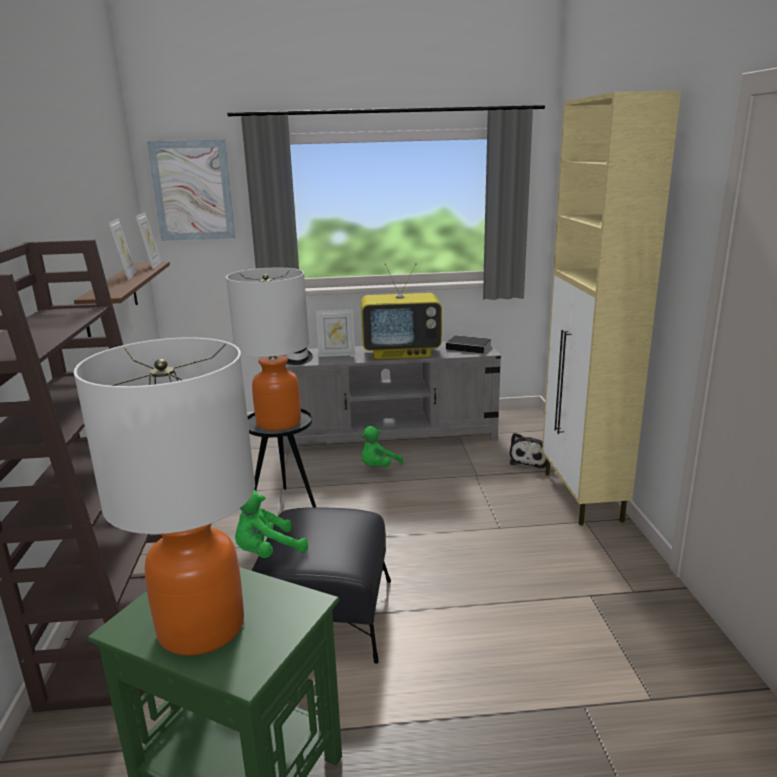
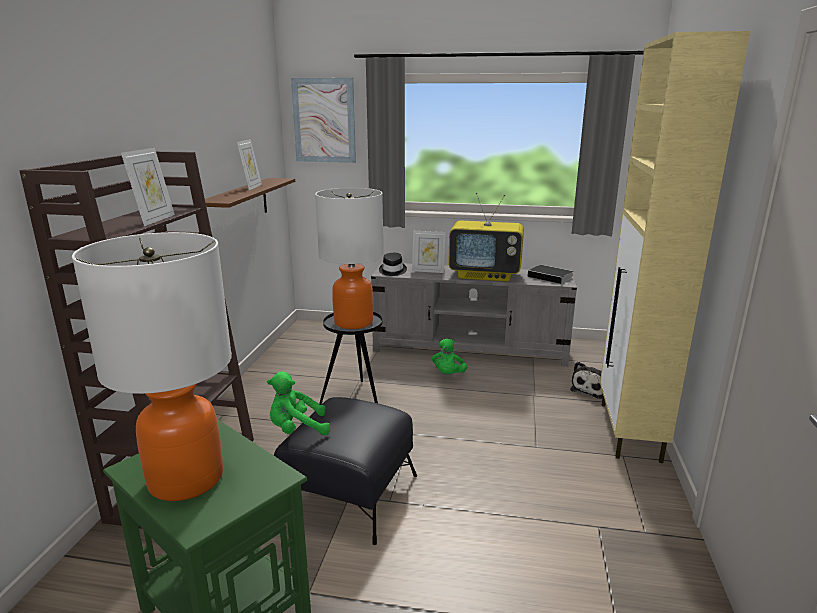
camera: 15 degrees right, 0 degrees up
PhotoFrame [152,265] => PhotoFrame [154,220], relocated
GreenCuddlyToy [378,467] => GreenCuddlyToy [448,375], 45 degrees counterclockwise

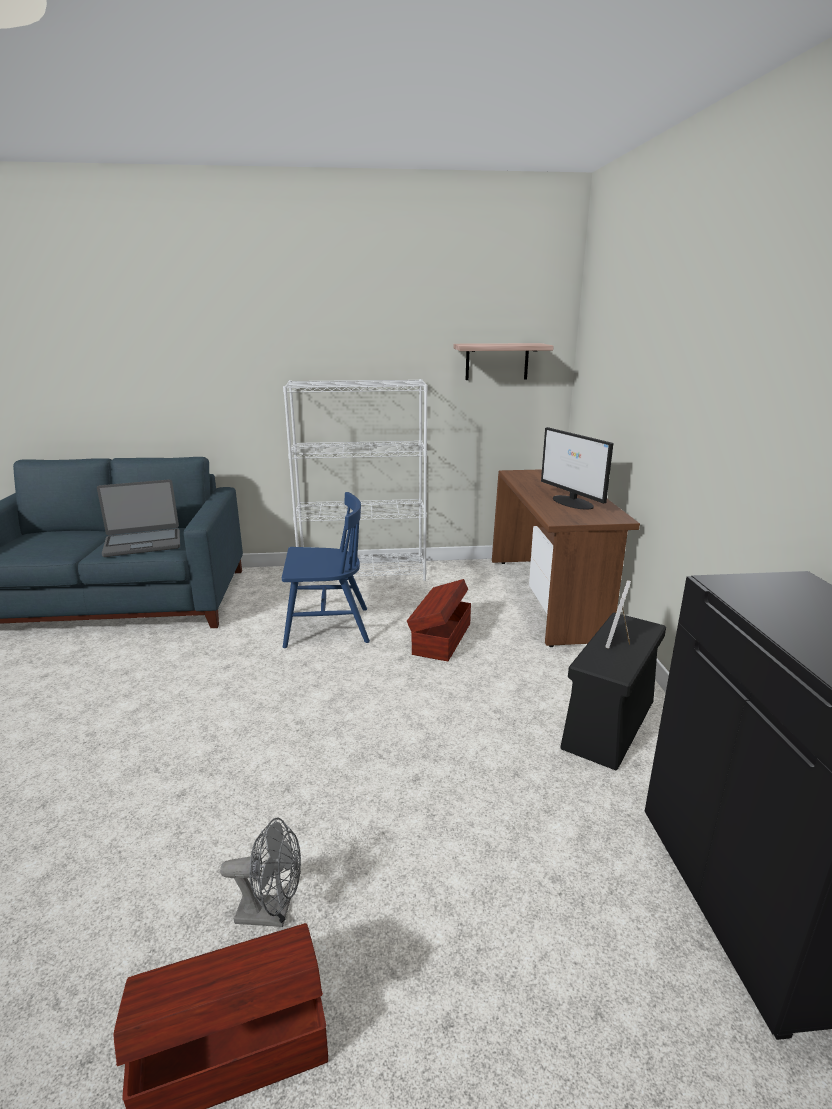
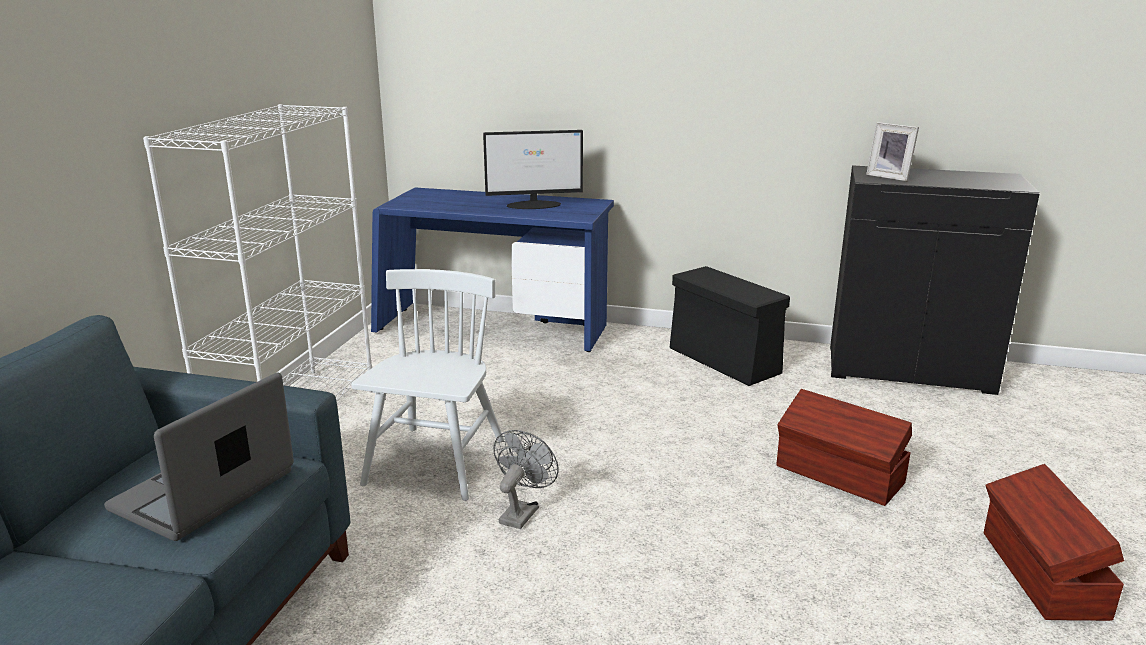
camera: 70 degrees left, 0 degrees up
NotebookComputer [143,543] => NotebookComputer [205,492], 150 degrees counterclockwise
BluishChair [326,627] => WhiteChair [436,463]
BrownColouredDesk [547,598] => BluishDesk [493,329]
GrayCoolingFan [272,913] => GrayCoolingFan [522,512], relocated
BrownColouredStorageBin [440,639] => BrownColouredStorageBin [839,475], relocated
PhotoFrame [619,639] => PhotoFrame [890,177], relocated
WallShelf [497,361] => nothing

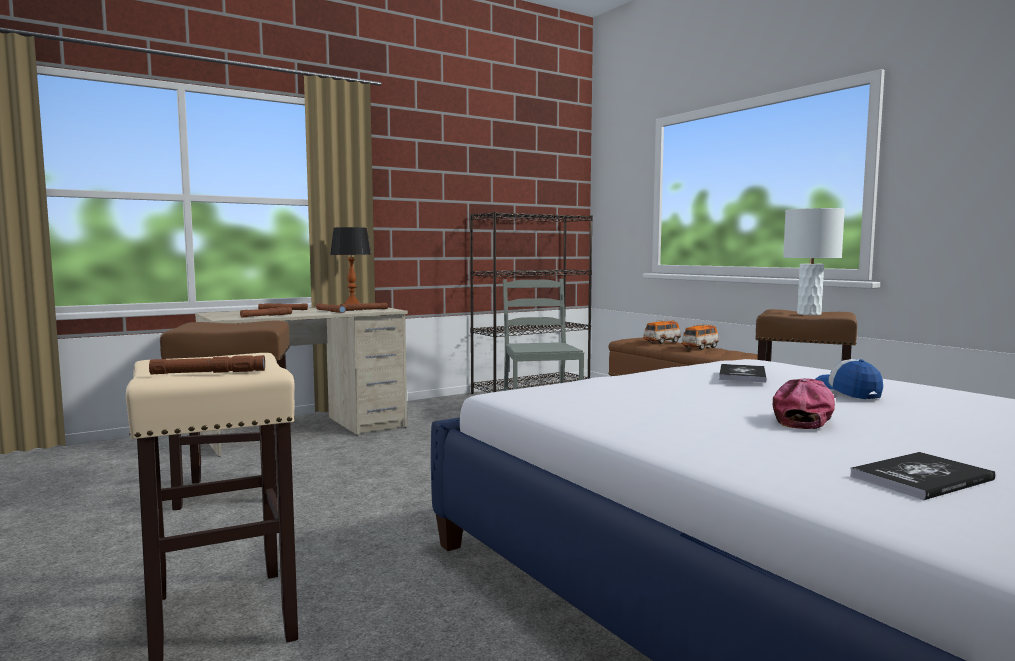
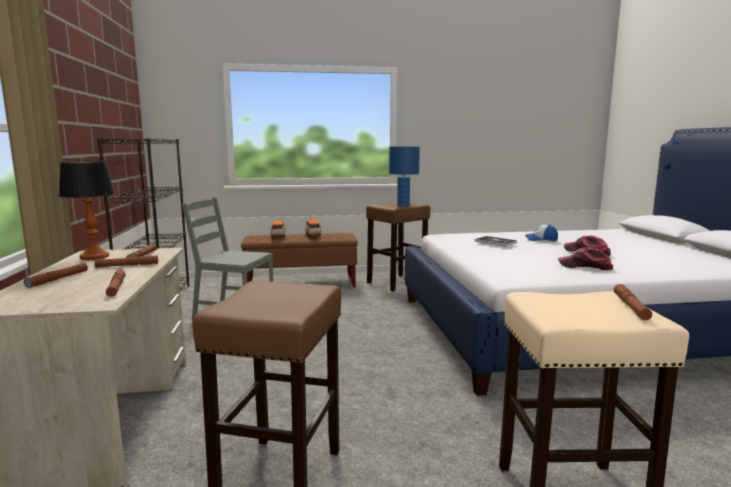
camera: 65 degrees left, 5 degrees up
WhiteTableLamp [809,314] => BluishTableLamp [403,205]
nothing => Cap [585,266]
Volume [921,478] => nothing

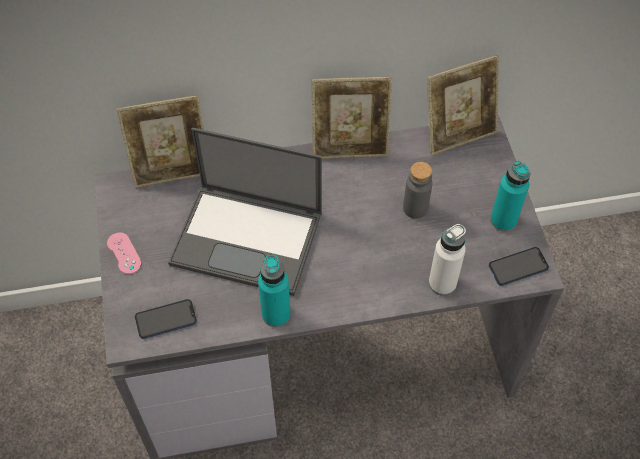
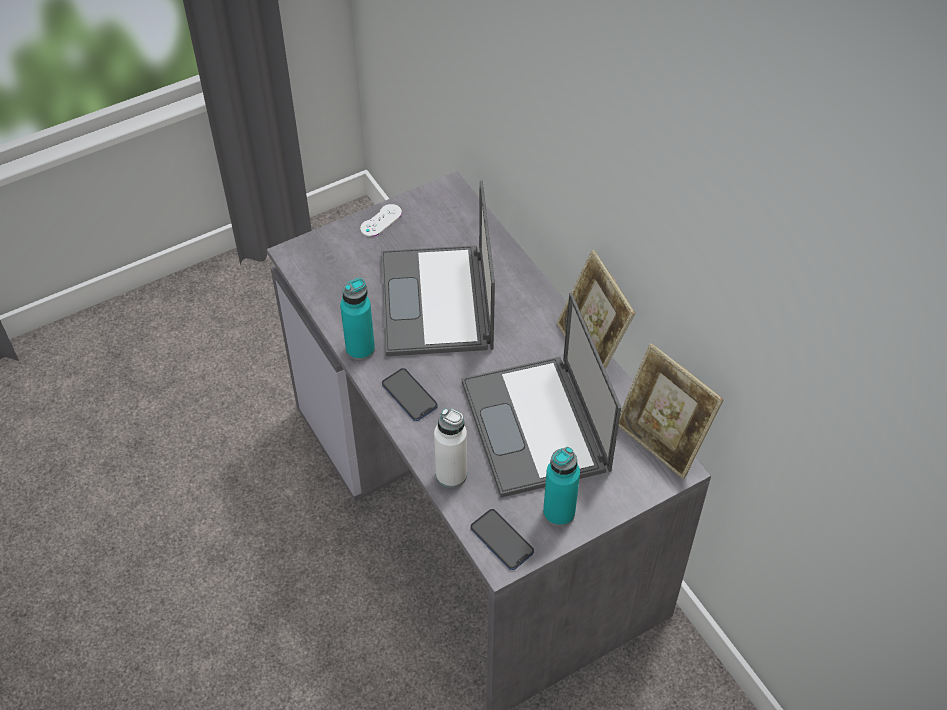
camera: 70 degrees right, 5 degrees down
PinkColouredGamepad [124,253] => WhiteGamepad [381,220]
Telephone [166,320] => Telephone [409,395], relocated
GrayBottle [415,208] => NotebookComputer [536,427]
PhotoFrame [171,169] => nothing

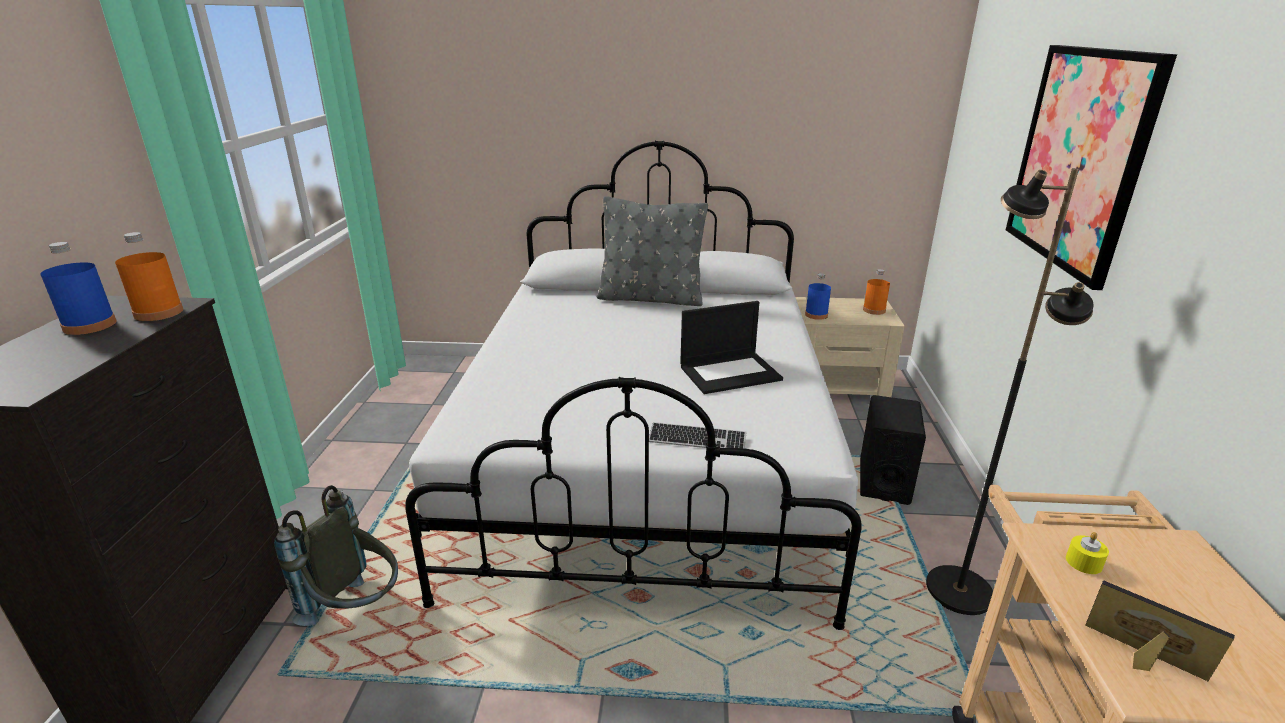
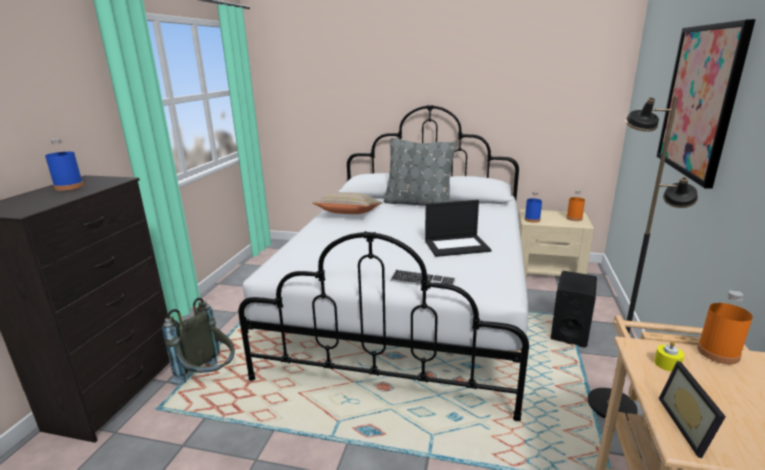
camera: 10 degrees right, 5 degrees down
nothing => BeigeColouredCushion [349,214]
PhotoFrame [1141,661] => PhotoFrame [691,427], 135 degrees counterclockwise
OrangeBottle [159,313] => OrangeBottle [718,353], relocated

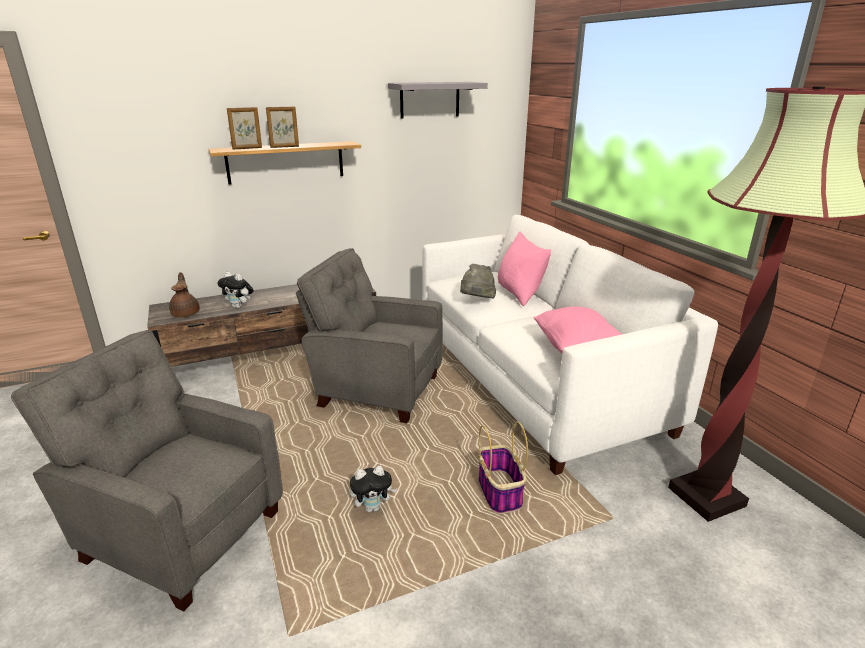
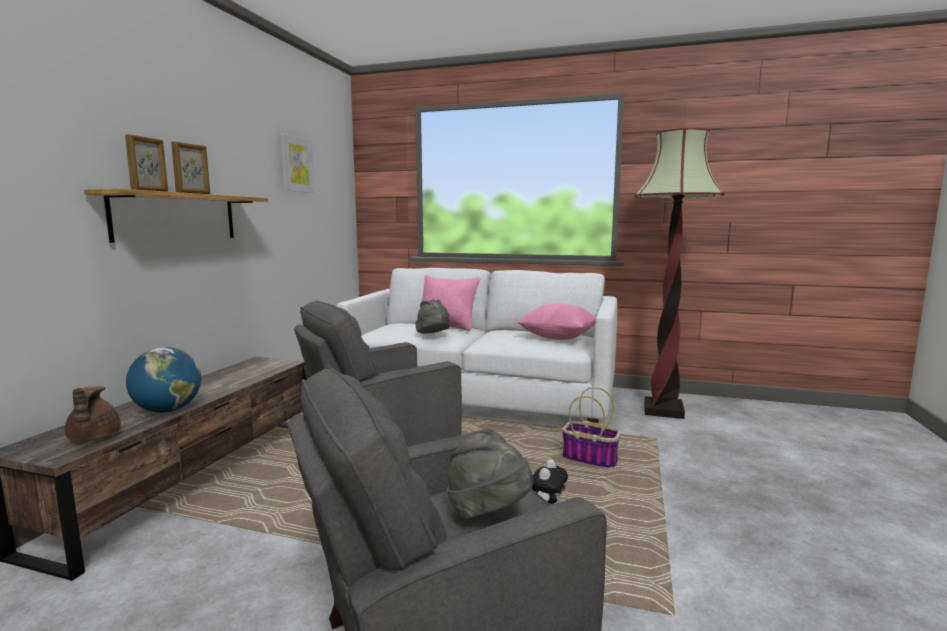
camera: 50 degrees left, 15 degrees down
BrownColouredTeaPot [186,313] => BrownColouredTeaPot [93,438], 135 degrees counterclockwise
CuddlyToy [239,307] => DeskGlobe [168,410]
GrayWallShelf [430,100] => WallArt [296,164]
nothing => GrayWearableHat [488,513]

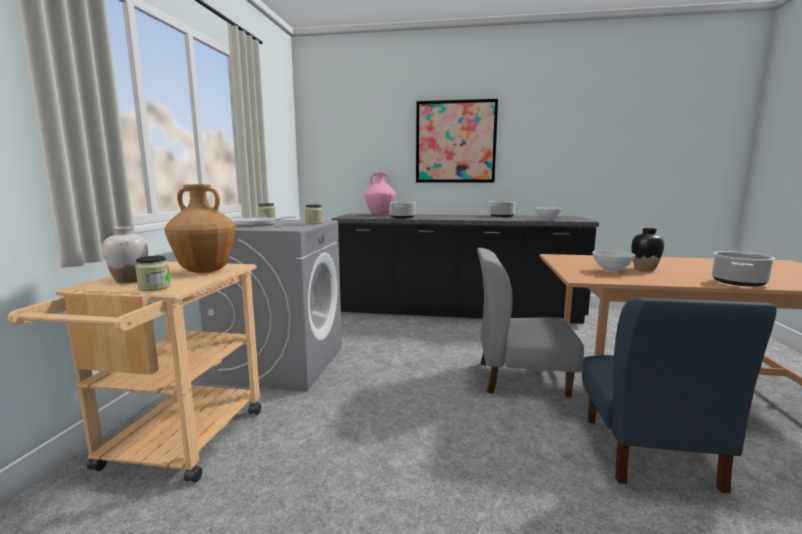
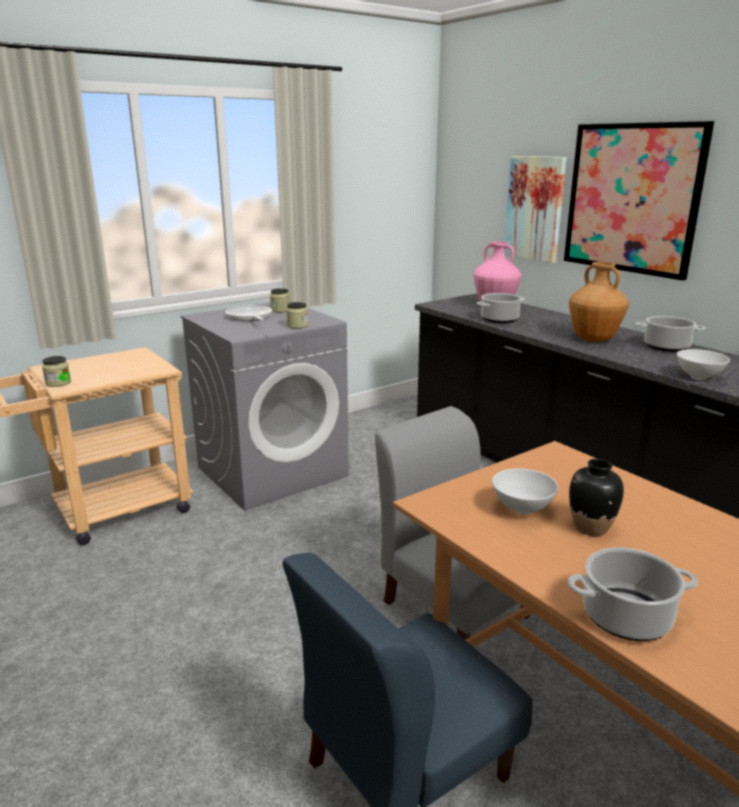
camera: 45 degrees right, 10 degrees up
nothing => WallArt [535,208]
BrownColouredDecorativeVase [205,271] => BrownColouredDecorativeVase [594,340], relocated
WhiteDecorativeVase [130,280] => nothing

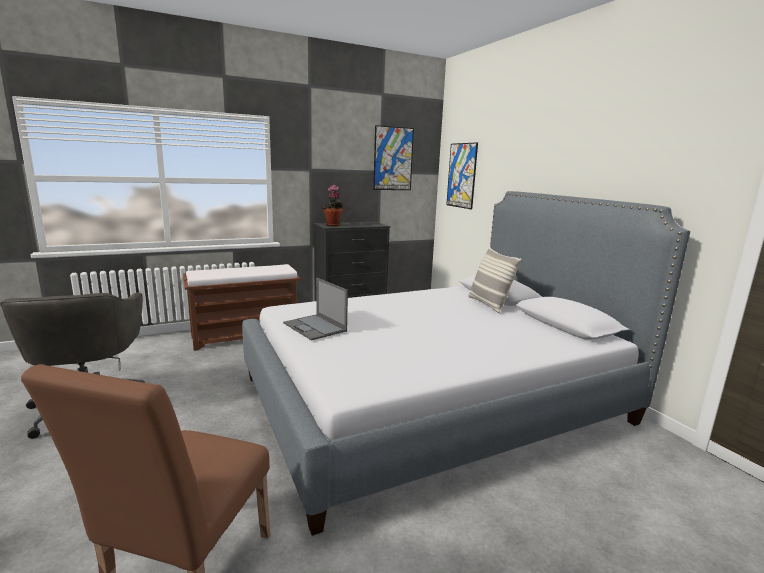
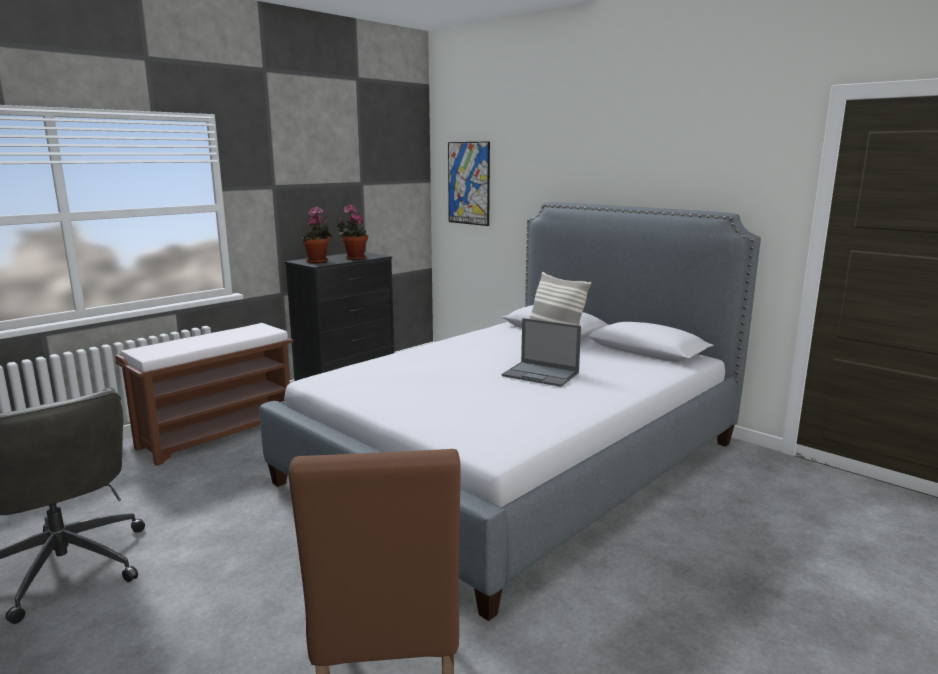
camera: 20 degrees left, 0 degrees up
nothing => Houseplant [354,258]
NotebookComputer [315,327] => NotebookComputer [541,374], relocated
WallArt [393,159] => nothing

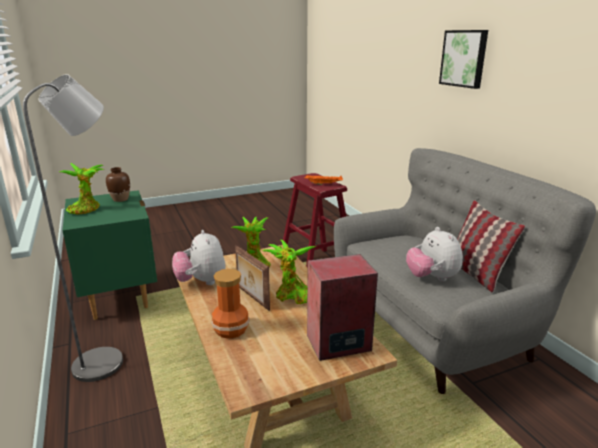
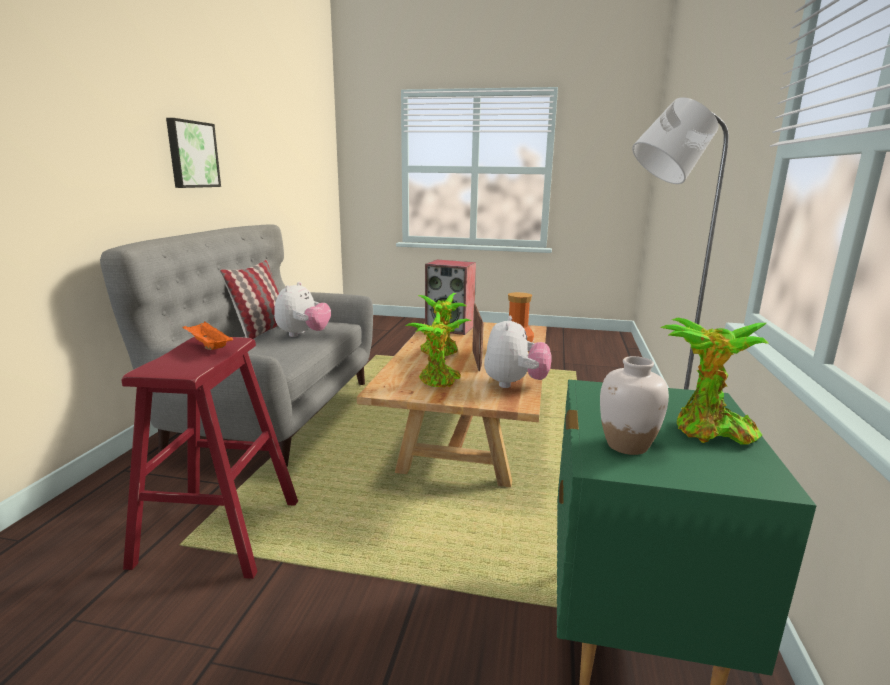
camera: 145 degrees left, 5 degrees down
WallArt [464,58] => WallArt [192,154], relocated
BrownColouredDecorativeVase [120,199] => WhiteDecorativeVase [627,445]

